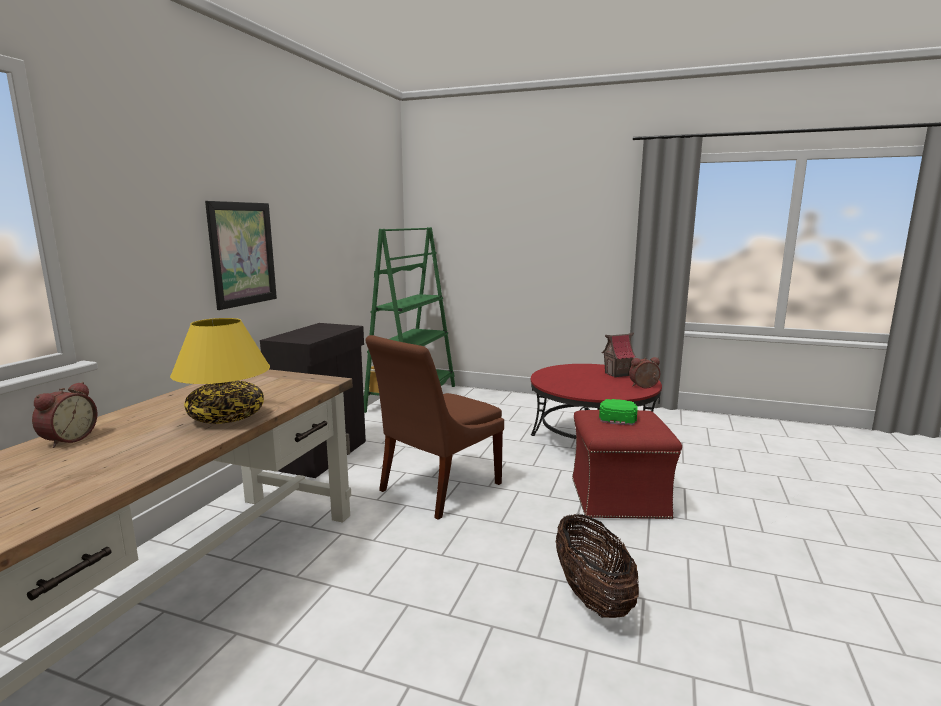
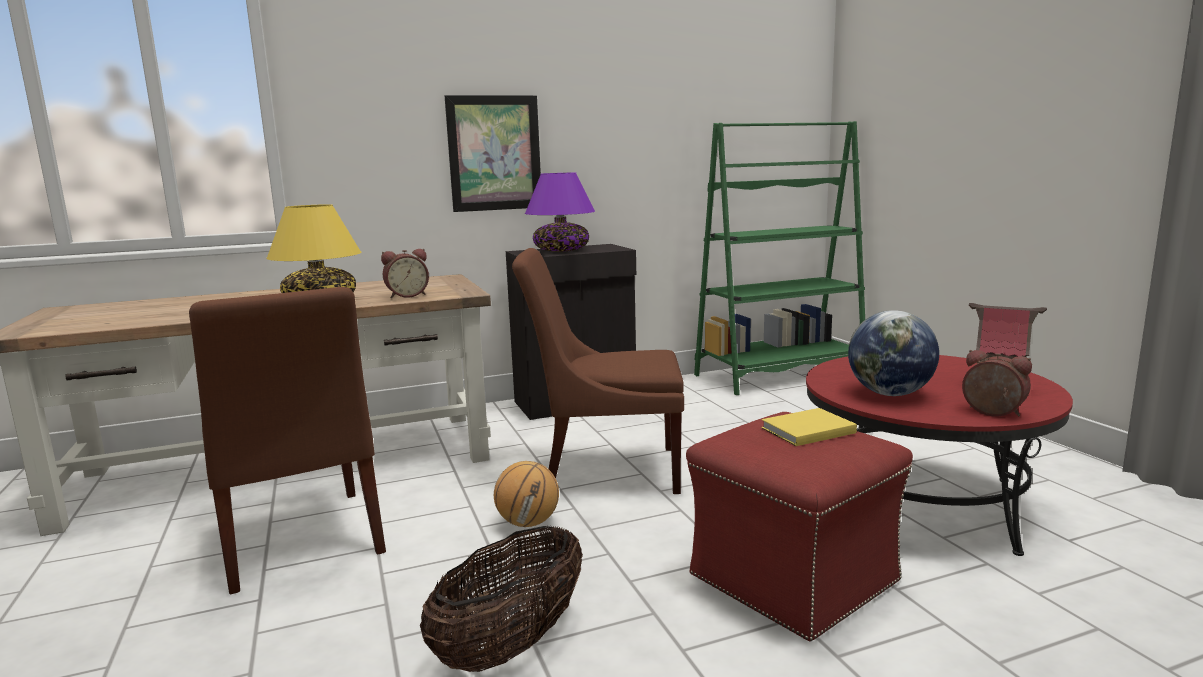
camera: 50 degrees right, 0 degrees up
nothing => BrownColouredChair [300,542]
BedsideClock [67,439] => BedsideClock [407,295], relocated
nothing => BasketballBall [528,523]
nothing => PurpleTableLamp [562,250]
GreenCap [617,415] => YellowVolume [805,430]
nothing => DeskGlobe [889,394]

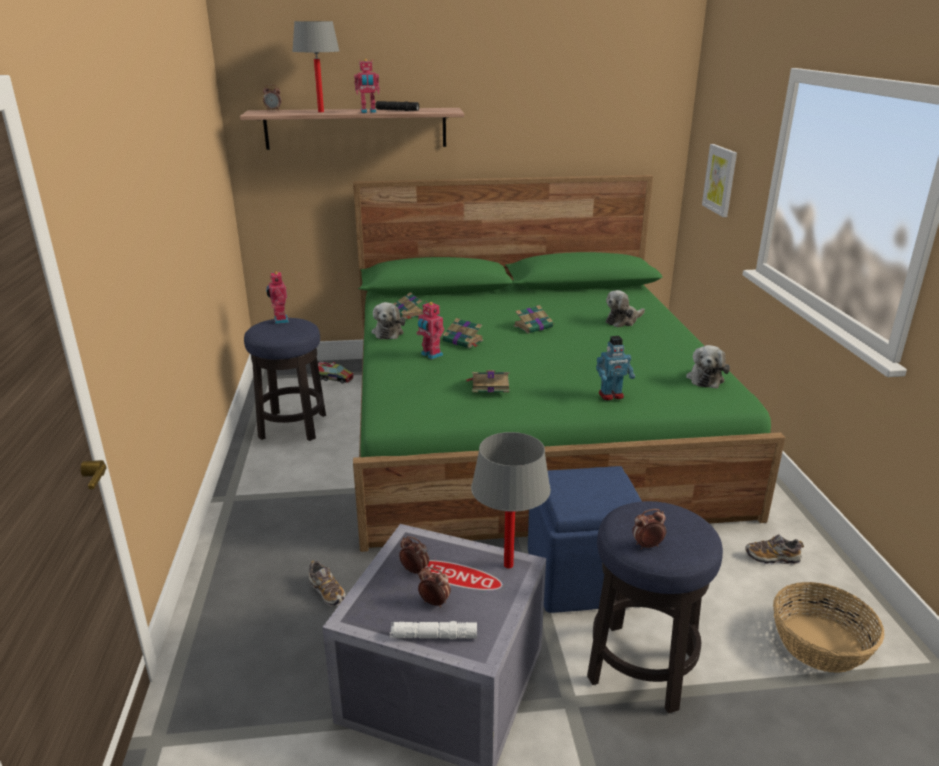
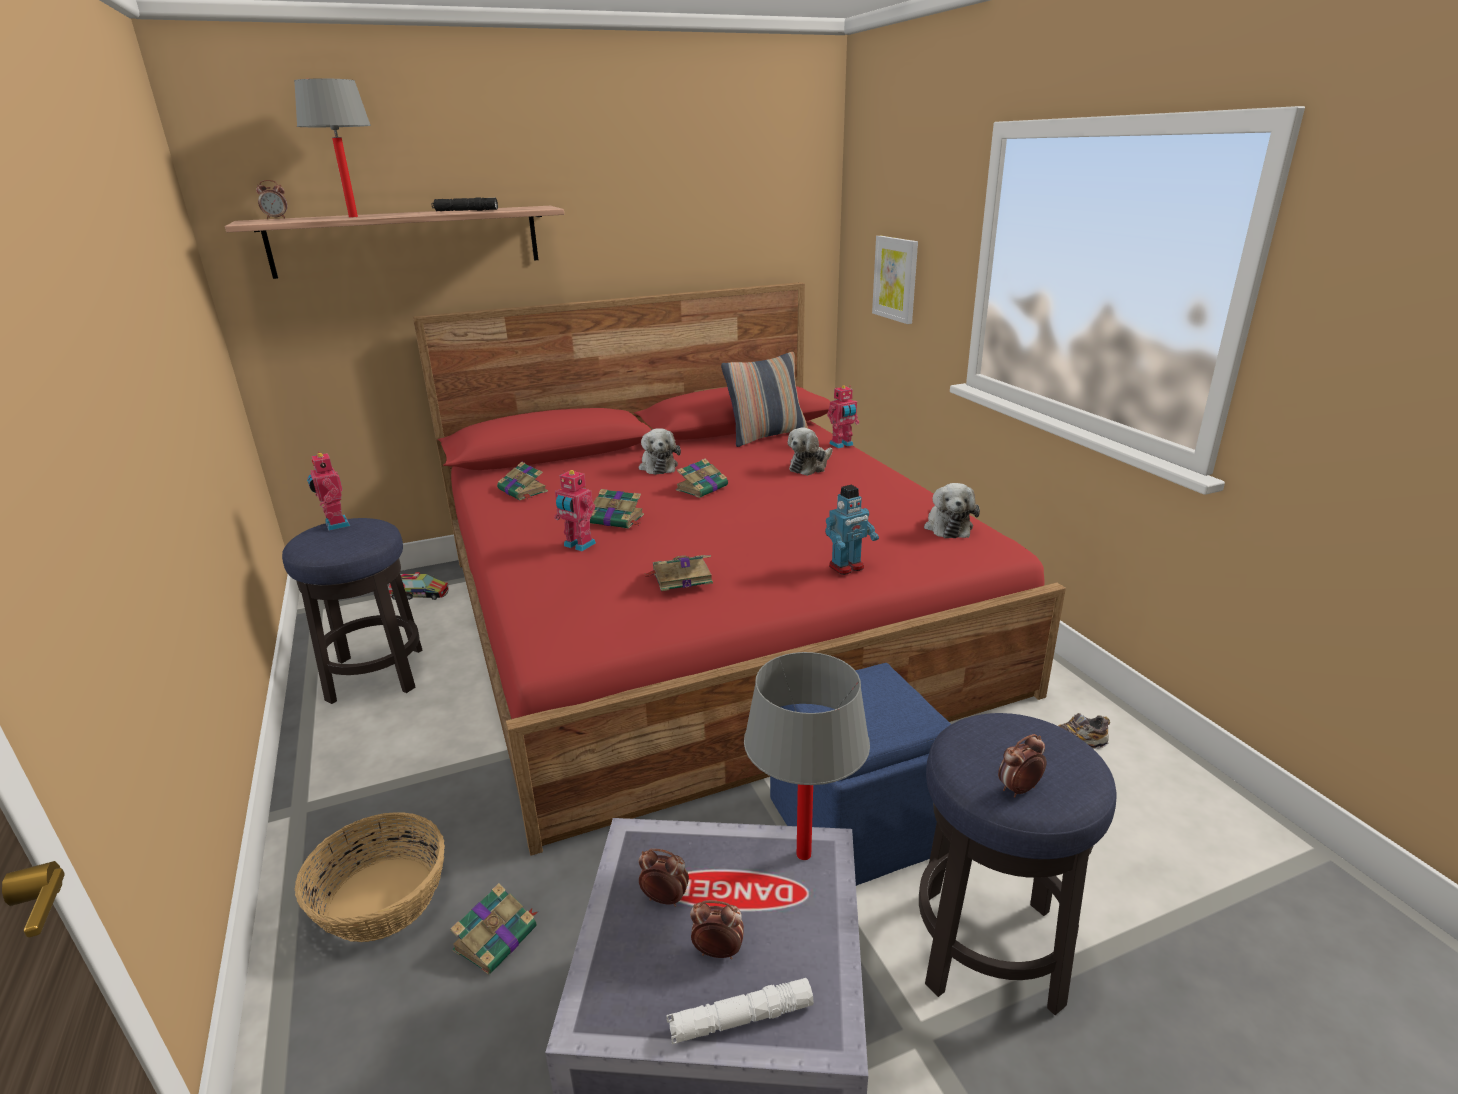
camera: 15 degrees left, 0 degrees up
HouseholdBasket [819,644] => HouseholdBasket [380,899], relocated
GreenBed [528,426] => RedColouredBed [708,619]
Shoe [327,592] => Volume [497,937]
CuddlyToy [388,332] => CuddlyToy [658,466], relocated
nothing => Cushion [766,436]
ToyRobot [368,112] => ToyRobot [842,445], relocated

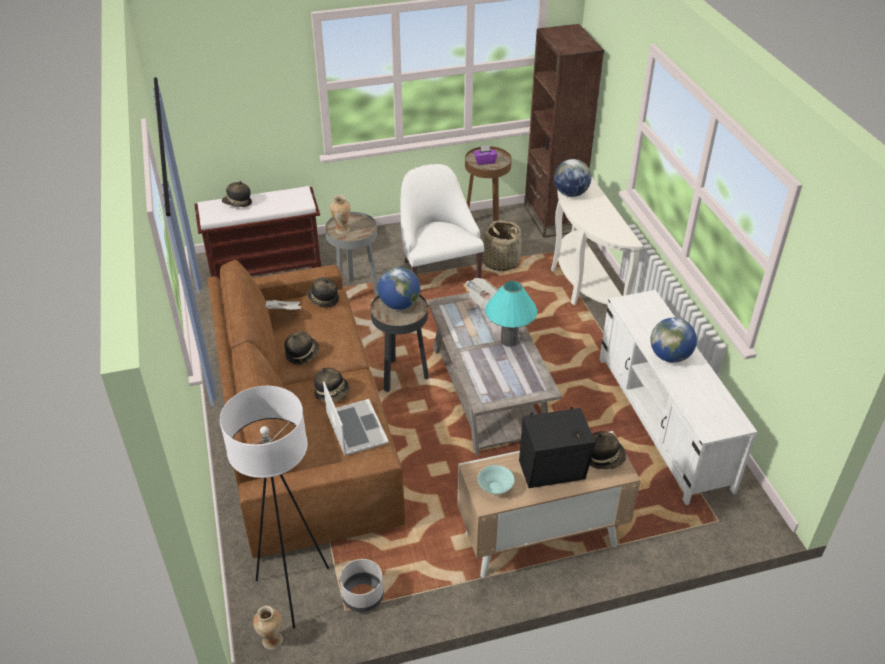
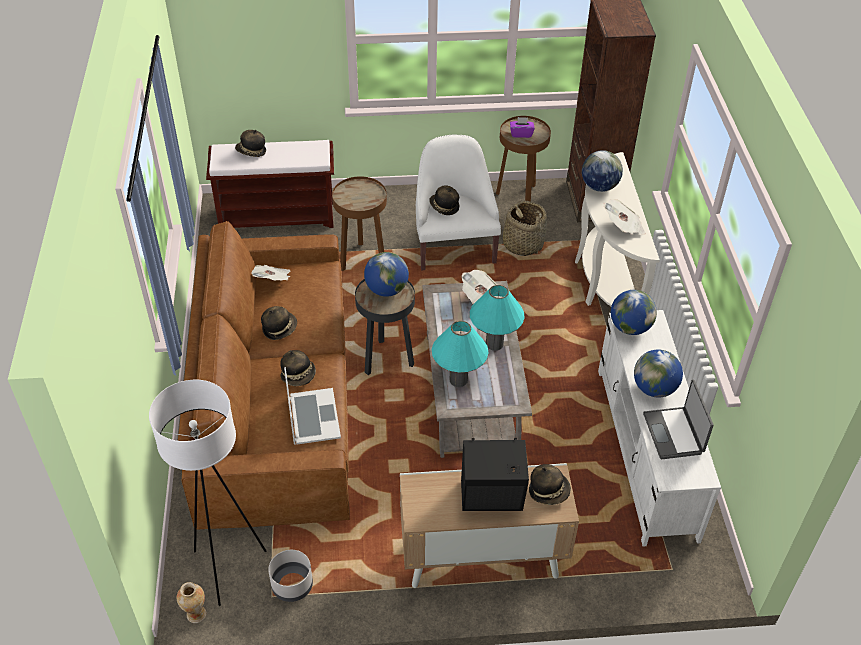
camera: 10 degrees right, 5 degrees up
GraySideTable [356,294] => BrownColouredSideTable [362,260]
WearableHat [323,300] => WearableHat [444,207], relocated
nothing => TurquoiseTableLamp [458,380]
nothing => Newspaper [623,227]
nothing => DeskGlobe [630,328]
nothing => NotebookComputer [674,433]
DecorativeVase [342,230] => nothing
TurquoiseBowl [495,487] => nothing

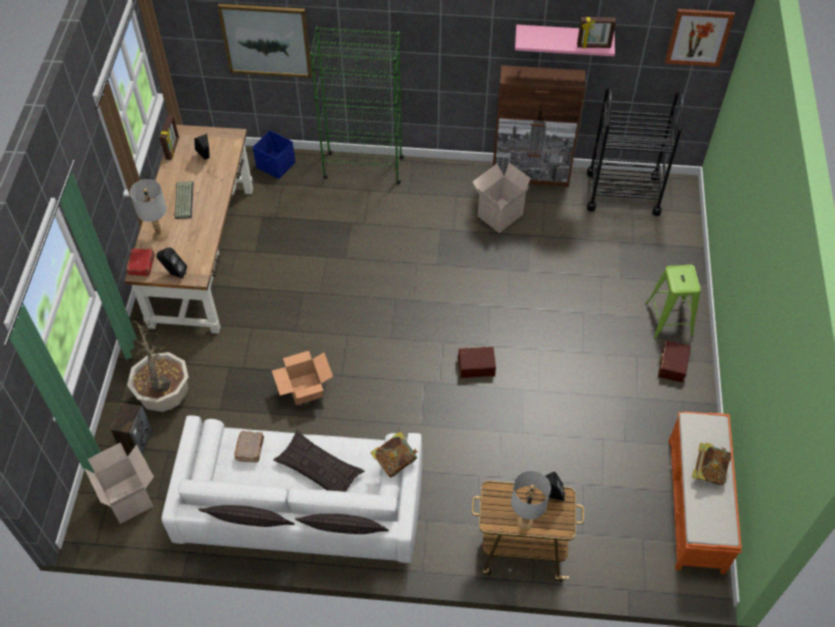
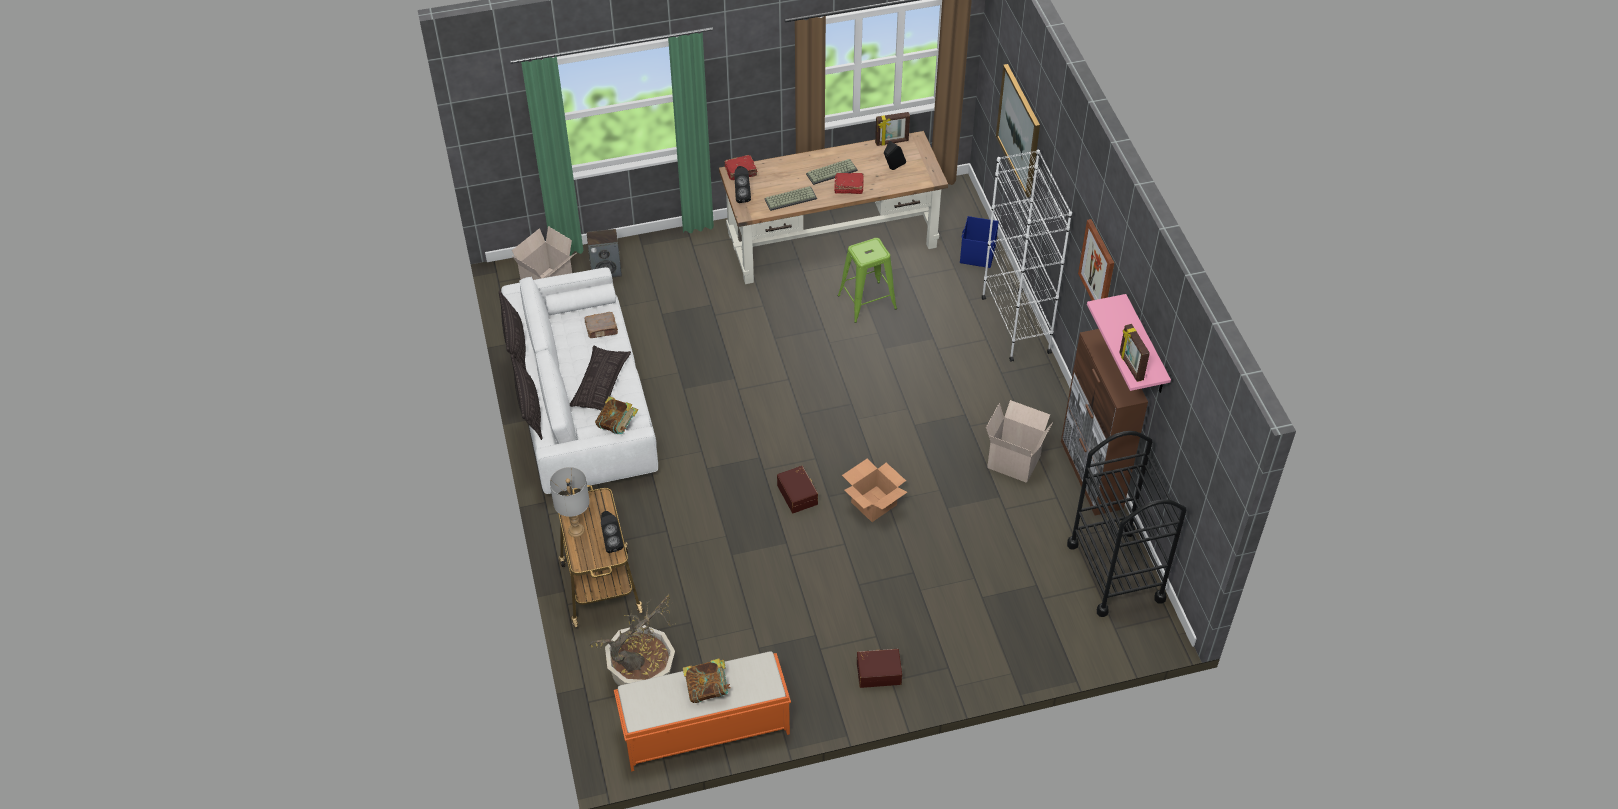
camera: 70 degrees right, 5 degrees down
Houseplant [164,396] => Houseplant [642,677], relocated
nothing => ComputerKeyboard [791,198]
nothing => RedColouredVolume [848,188]
GreenStoolSeat [669,318] => GreenStoolSeat [867,302], relocated
PackingBox [305,389] => PackingBox [873,504], relocated
GreenBookshelf [363,167] => WhiteBookshelf [1015,324]
WallArt [698,37] => WallArt [1097,268], relocated
GrayTableLamp [159,235] => nothing

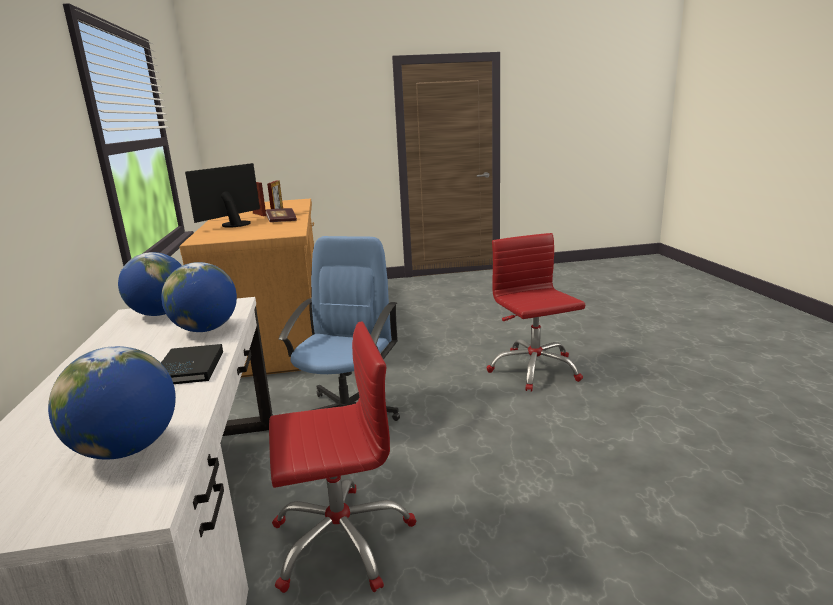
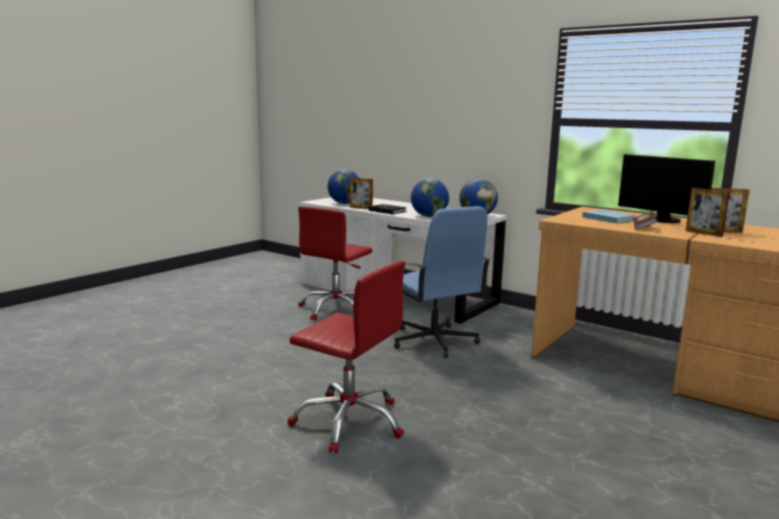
camera: 135 degrees right, 5 degrees down
nothing => PhotoFrame [361,208]
nothing => BluishVolume [608,218]
Monitor [234,224] => Monitor [662,220], 150 degrees clockwise

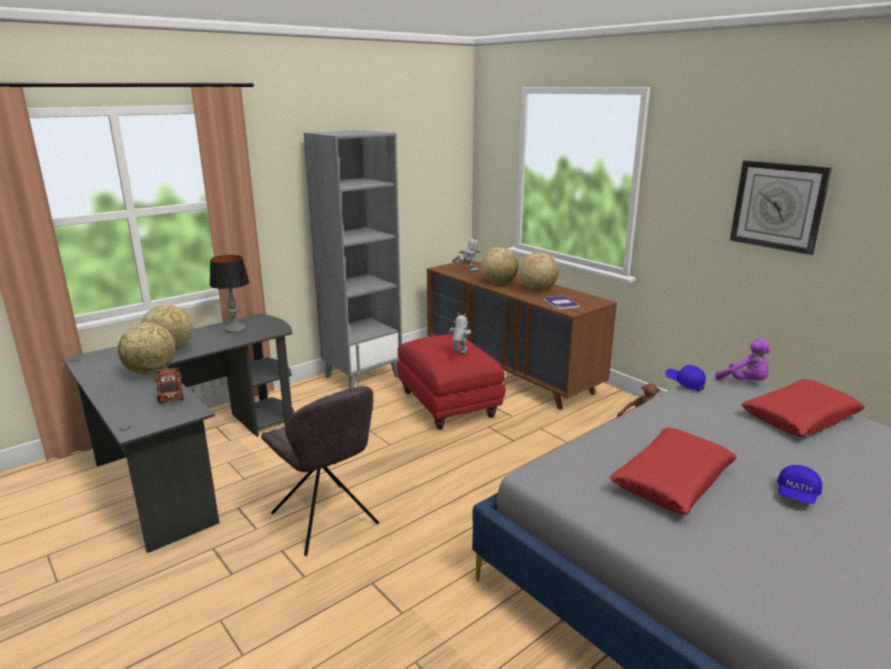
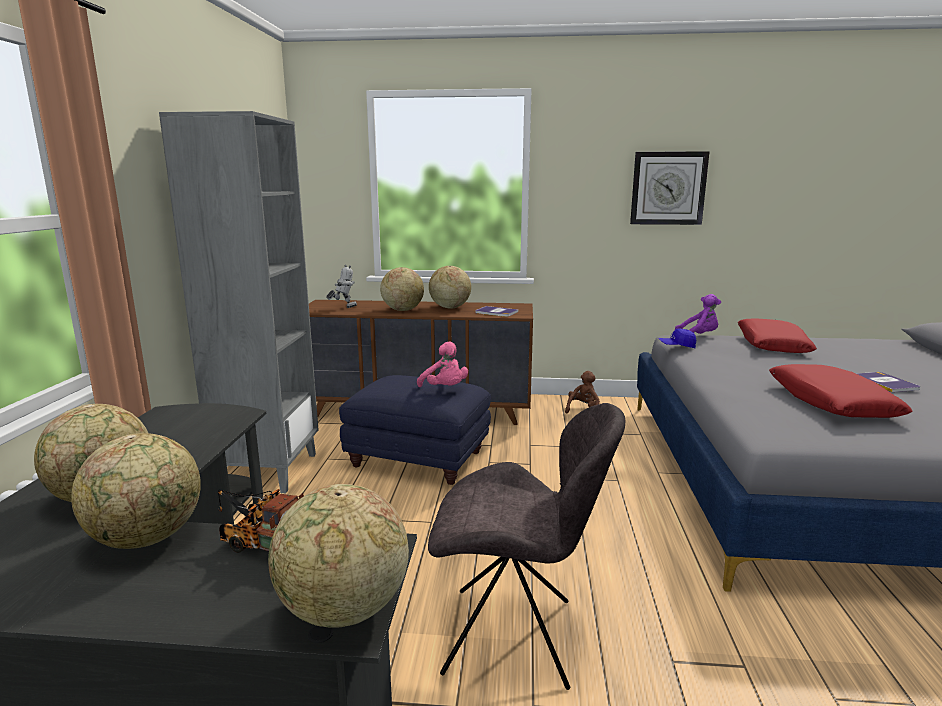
camera: 45 degrees left, 5 degrees down
nothing => DeskGlobe [343,610]
RedColouredFootrest [449,405] => BluishFootrest [419,460]
ToyRobot [459,355] => PinkColouredCuddlyToy [445,389]
BluishCap [797,495] => Volume [885,383]
TableLamp [235,329] => nothing

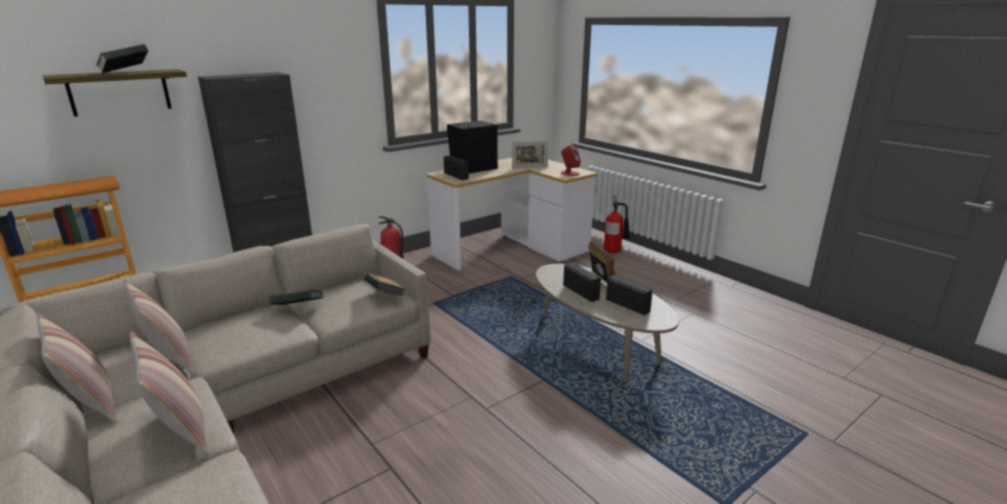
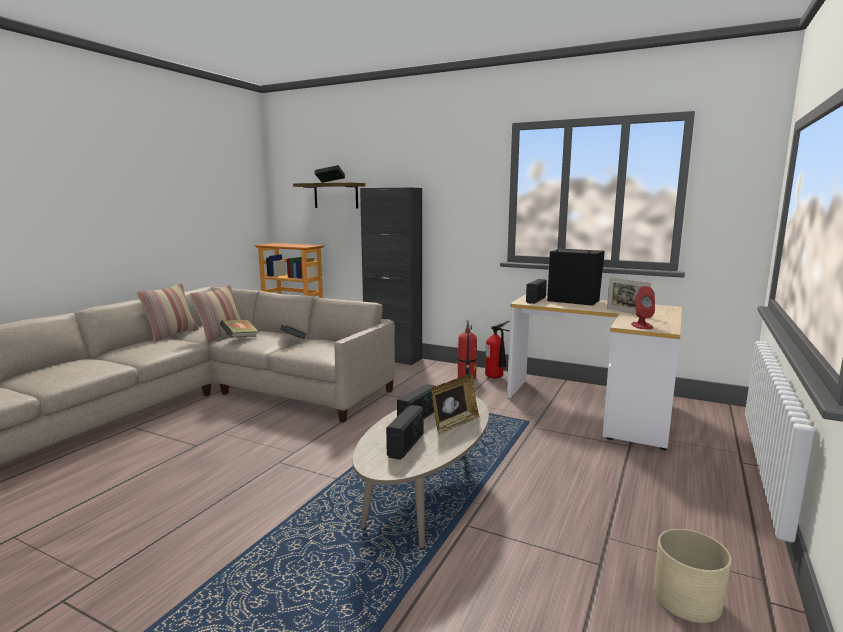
camera: 65 degrees right, 10 degrees down
Volume [385,296] => Volume [240,338], relocated
FireExtinguisher [614,251] => FireExtinguisher [496,378], relocated
nothing => BeigeColouredPlantPot [687,599]
Cushion [181,431] => nothing

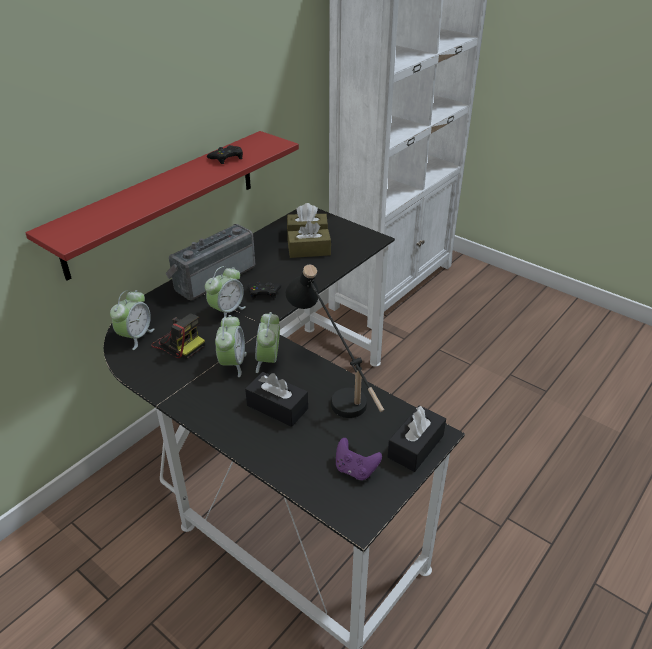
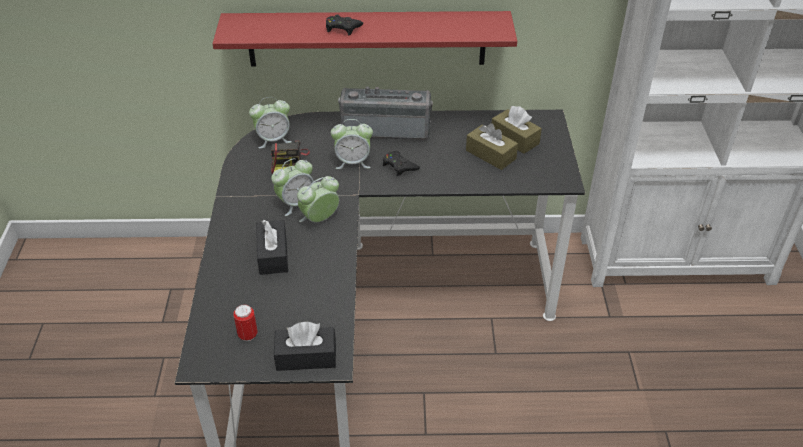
camera: 50 degrees right, 5 degrees up
PurpleGamepad [355,469] => Can [248,335]
BlackishGamepad [227,158] => BlackishGamepad [342,28], relocated
BlackishTableLamp [335,389] => nothing

